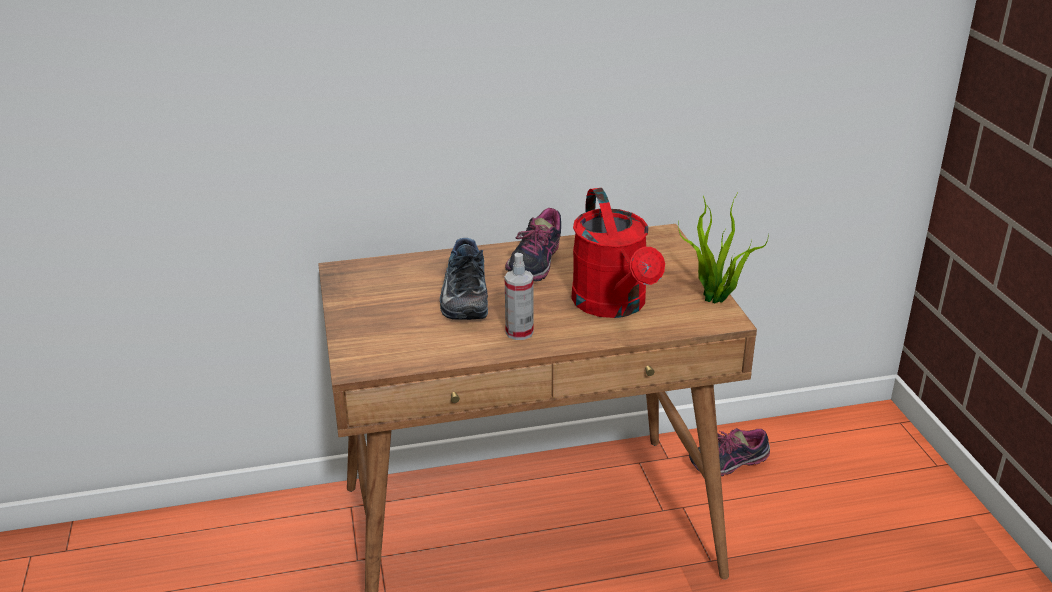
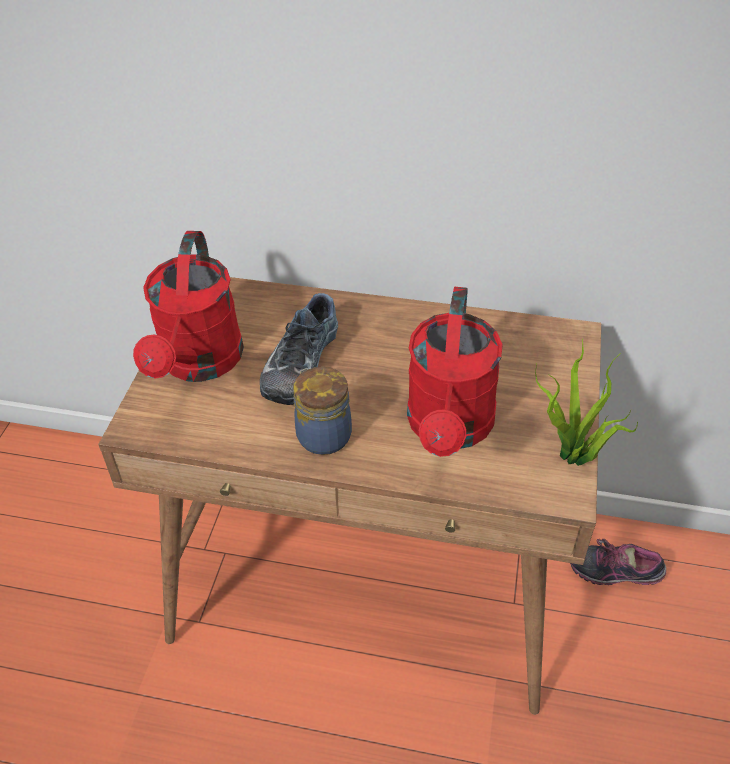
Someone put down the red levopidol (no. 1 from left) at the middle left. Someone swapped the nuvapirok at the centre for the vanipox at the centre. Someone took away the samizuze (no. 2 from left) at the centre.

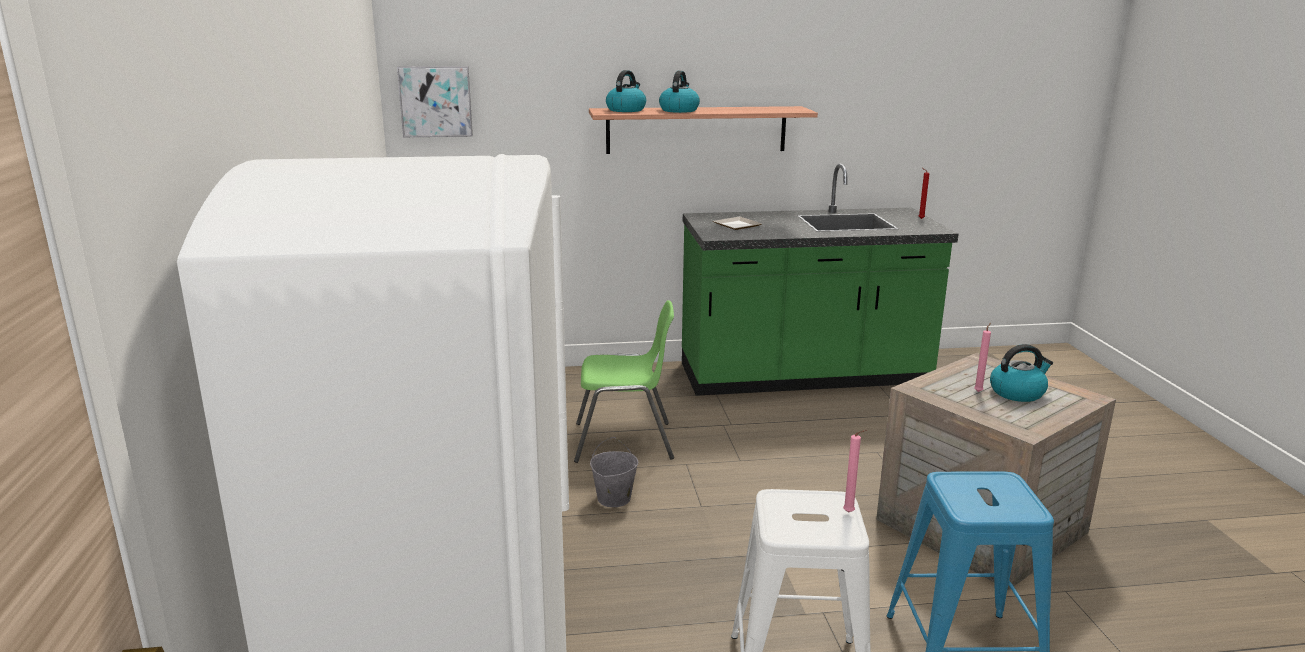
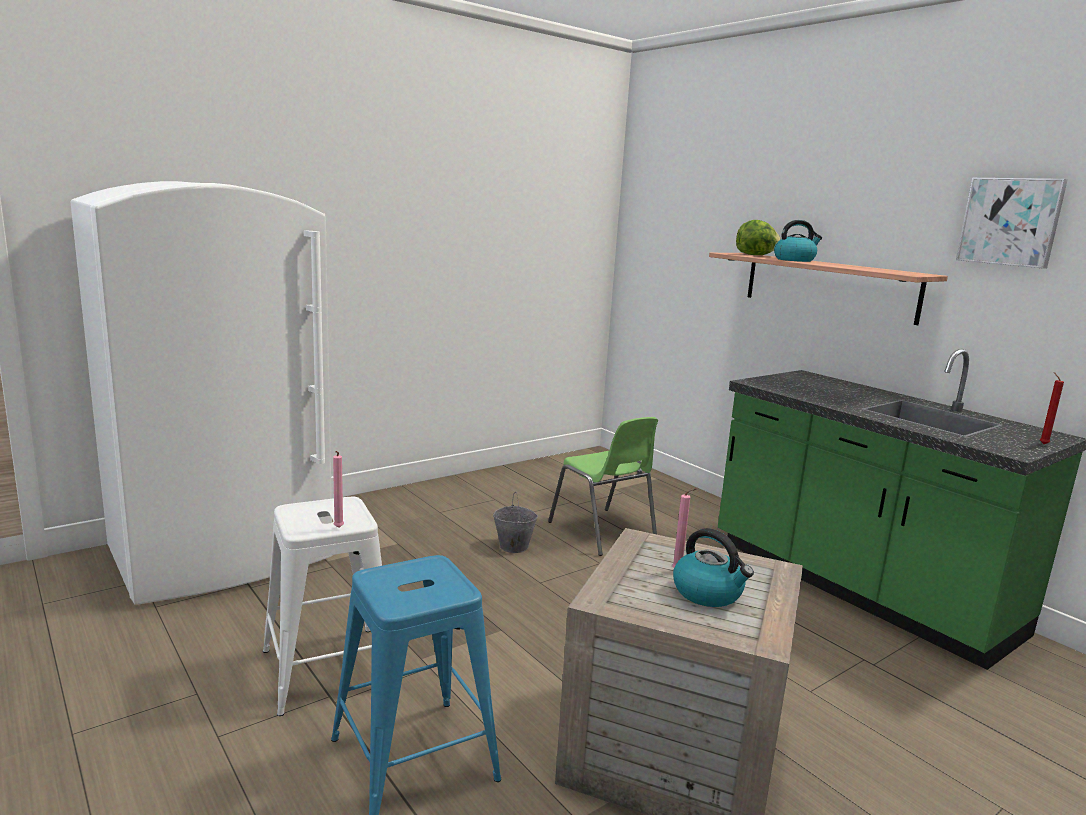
Someone swapped the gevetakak (no. 1 from left) at the top centre for the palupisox at the top right. Someone carried the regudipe from the top centre to the top right. Someone took away the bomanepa at the centre.

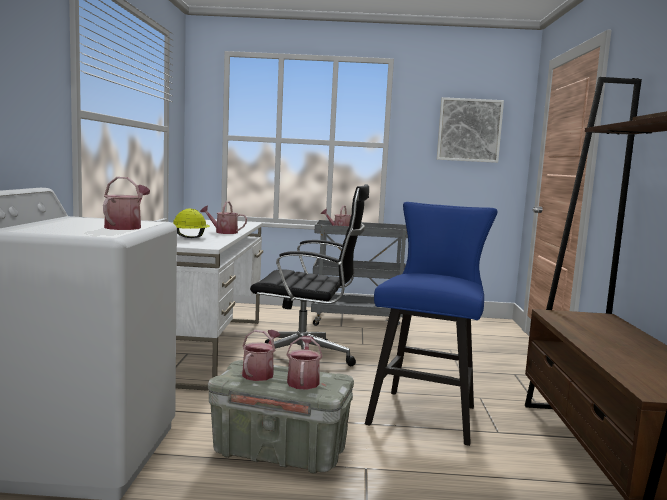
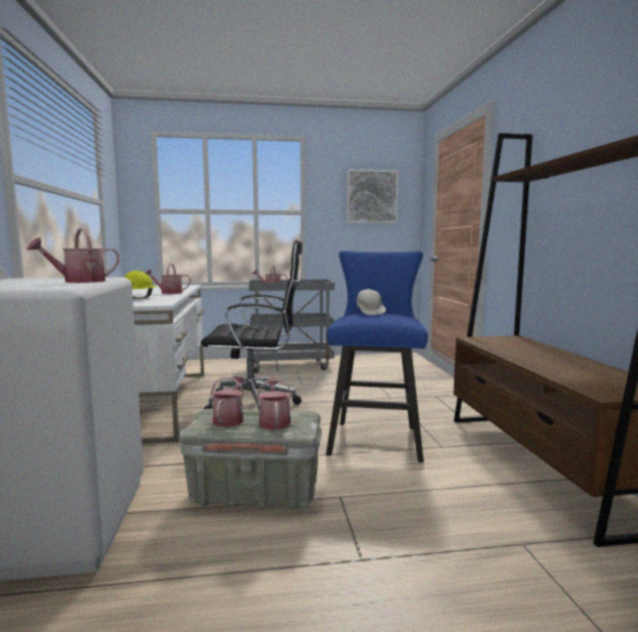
Someone rotated the levopidol (no. 1 from left) at the middle left by 135 degrees counterclockwise. Someone put down the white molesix at the centre.

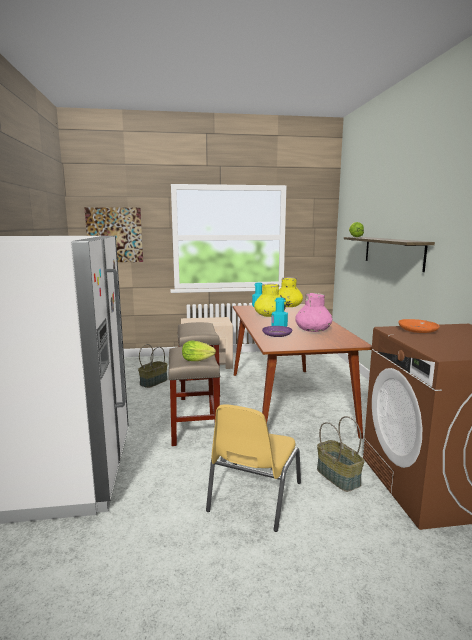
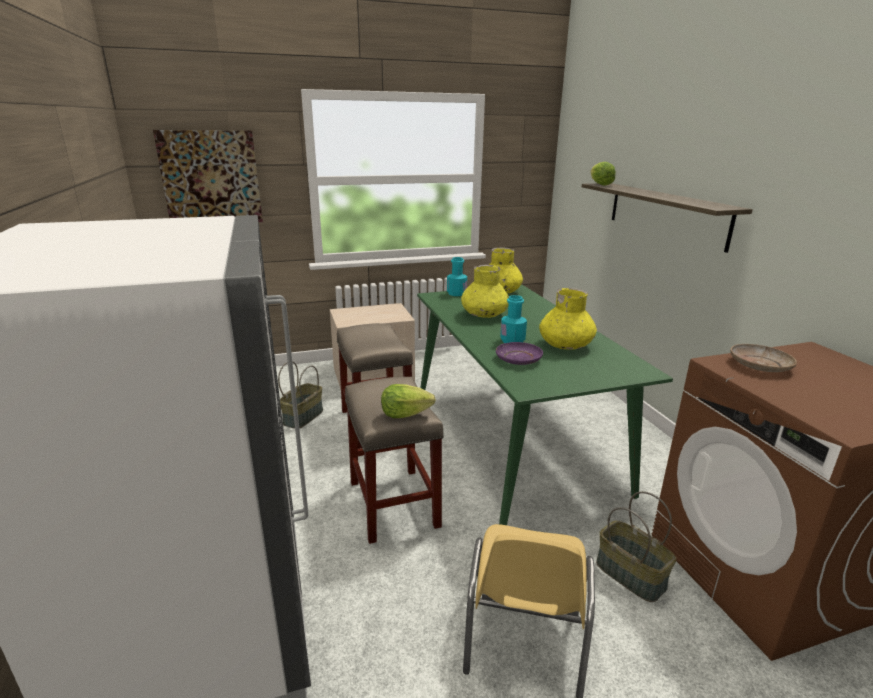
Someone repainted the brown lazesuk at the centre, which became the green lazesuk at the centre. Someone repainted the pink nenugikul at the centre, which became the yellow nenugikul (no. 3 from left) at the centre. Someone repainted the orange bomanepa at the middle right, which became the beige bomanepa at the middle right.

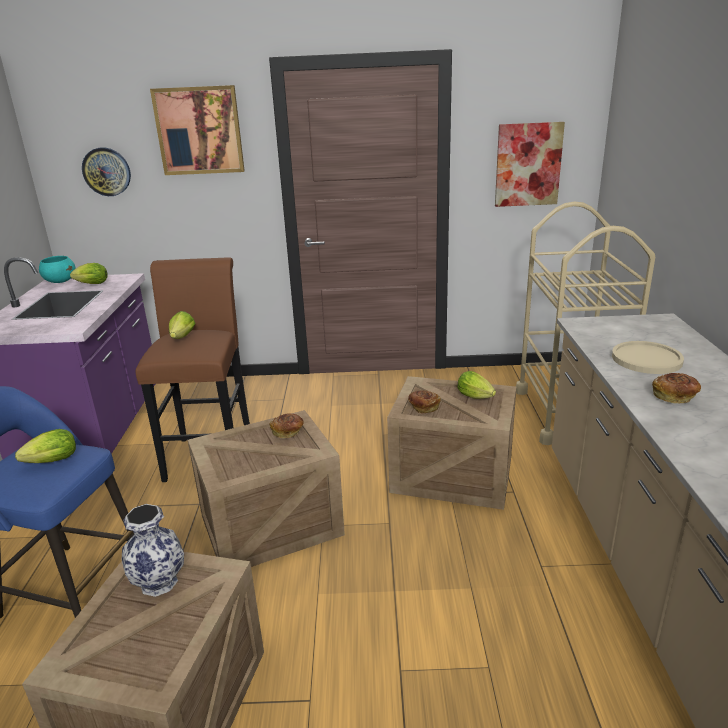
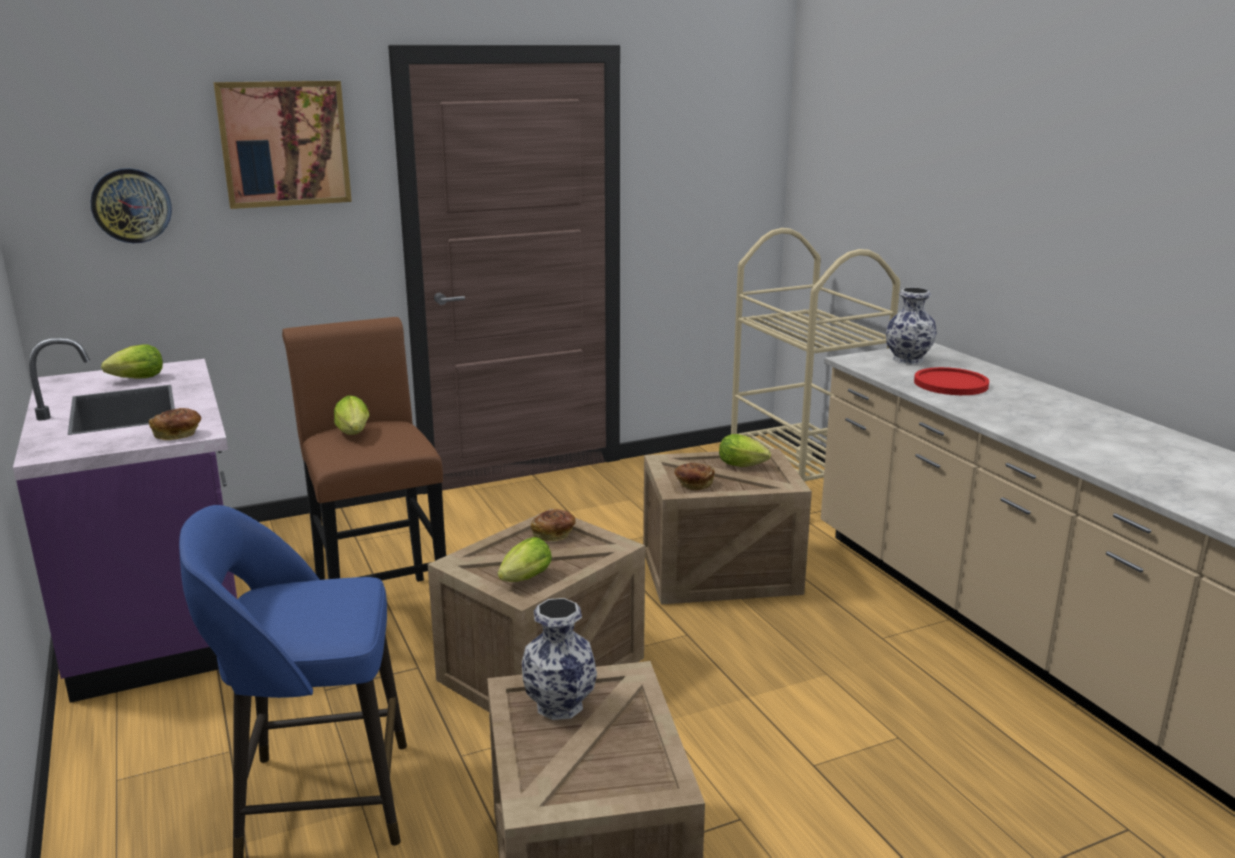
Someone carried the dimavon (no. 3 from left in the first image) from the middle right to the middle left. Someone carried the palupisox (no. 1 from left in the first image) from the middle left to the centre. Someone put down the nenugikul (no. 2 from left) at the middle right. Someone repainted the beige bomanepa at the middle right, which became the red bomanepa at the middle right. Someone took away the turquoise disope at the middle left. Someone took away the regudipe (no. 2 from left) at the top right.

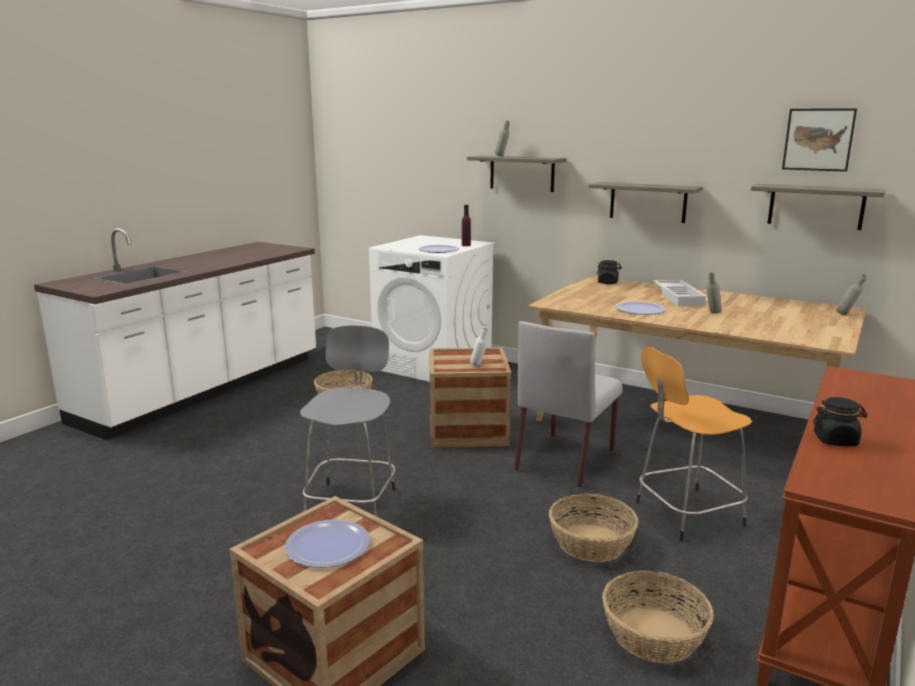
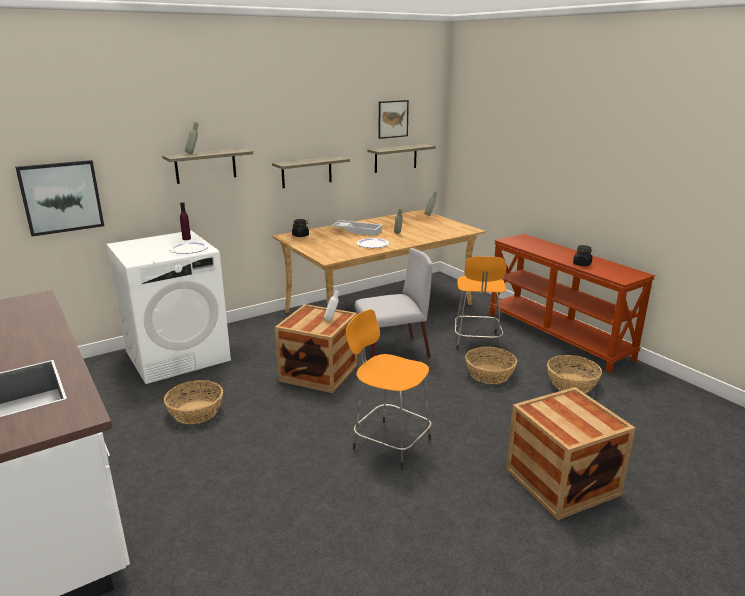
Someone put up the regudipe (no. 1 from left) at the top left. Someone repainted the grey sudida at the centre, which became the orange sudida (no. 1 from left) at the centre. Someone rotated the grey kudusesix at the centre by 75 degrees counterclockwise. Someone took away the bomanepa (no. 1 from left) at the bottom centre.

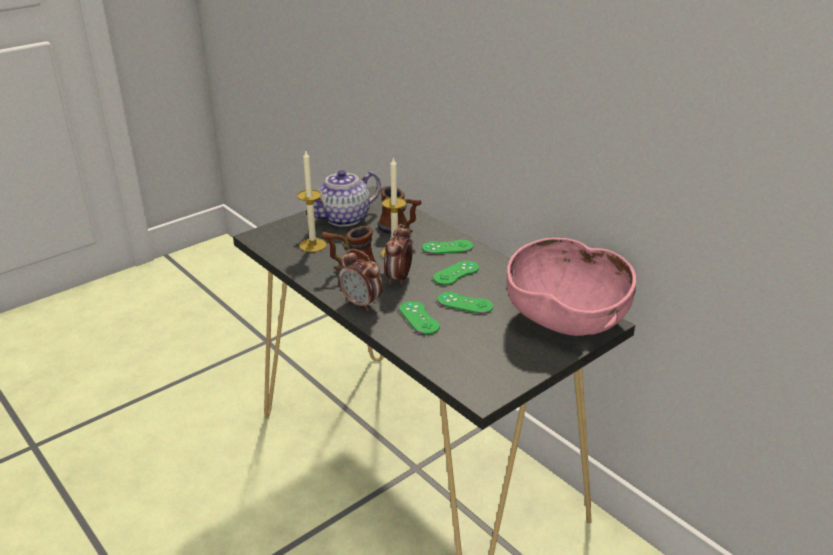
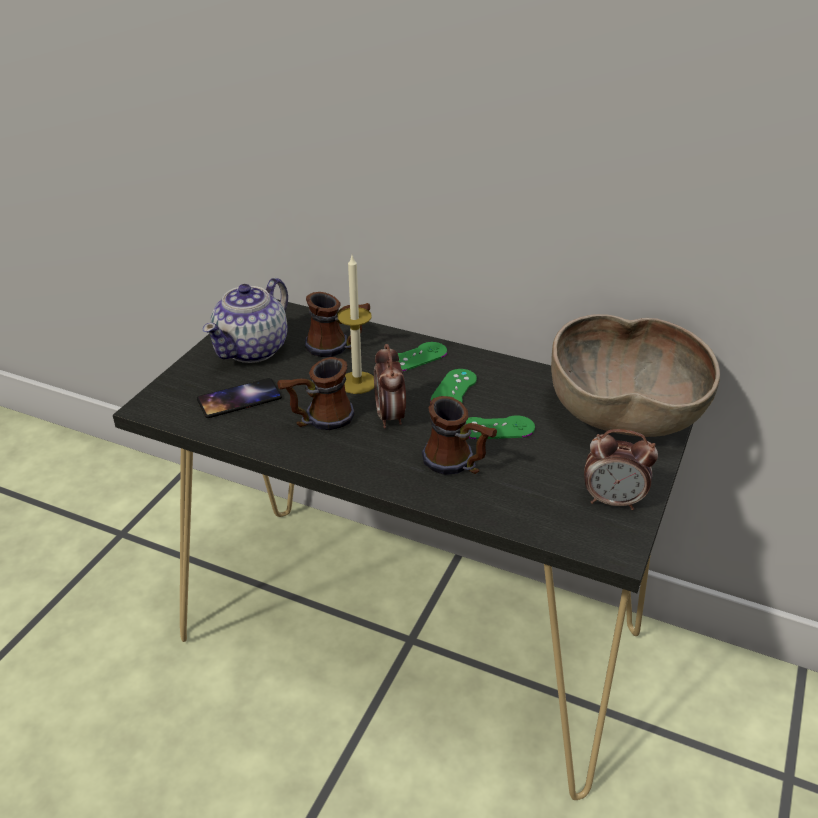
Someone swapped the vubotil (no. 1 from left) at the centre for the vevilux at the middle left. Someone swapped the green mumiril (no. 1 from left) at the centre for the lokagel (no. 3 from left) at the centre. Someone repainted the pink disope at the middle right, which became the brown disope at the middle right. Someone carried the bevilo (no. 1 from left in the first image) from the centre to the middle right.

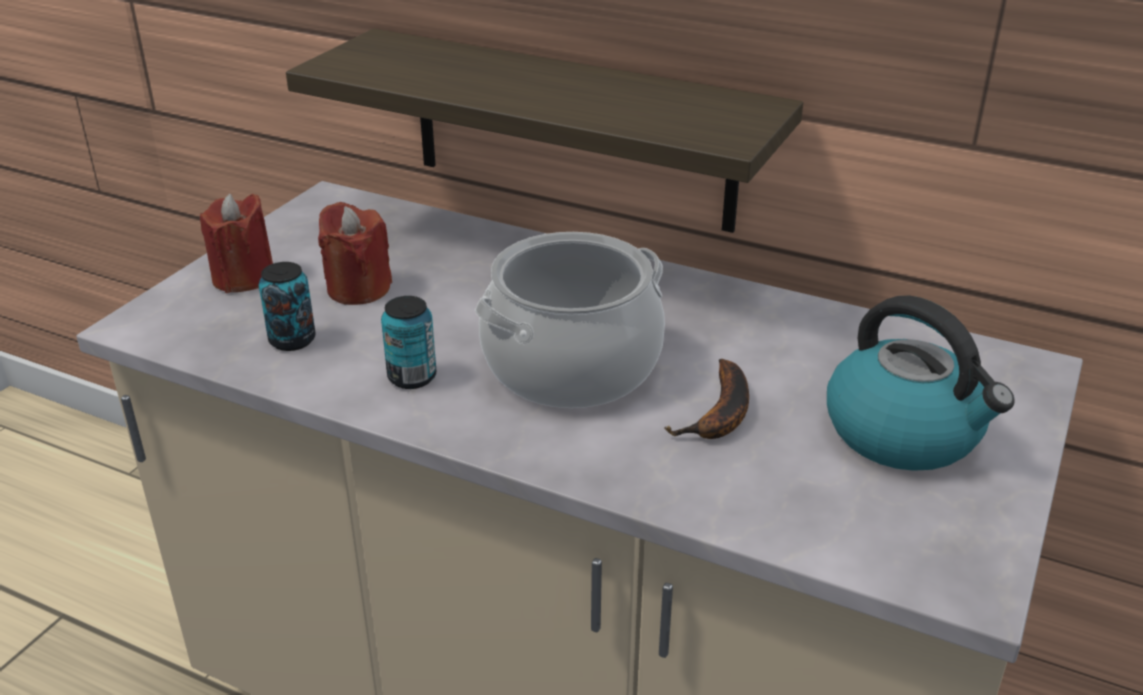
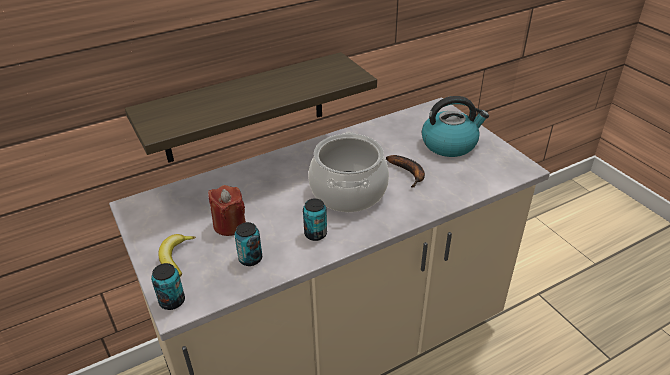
Someone put down the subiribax (no. 1 from left) at the bottom left. Someone swapped the red vubotil (no. 1 from left) at the middle left for the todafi (no. 1 from left) at the bottom left.

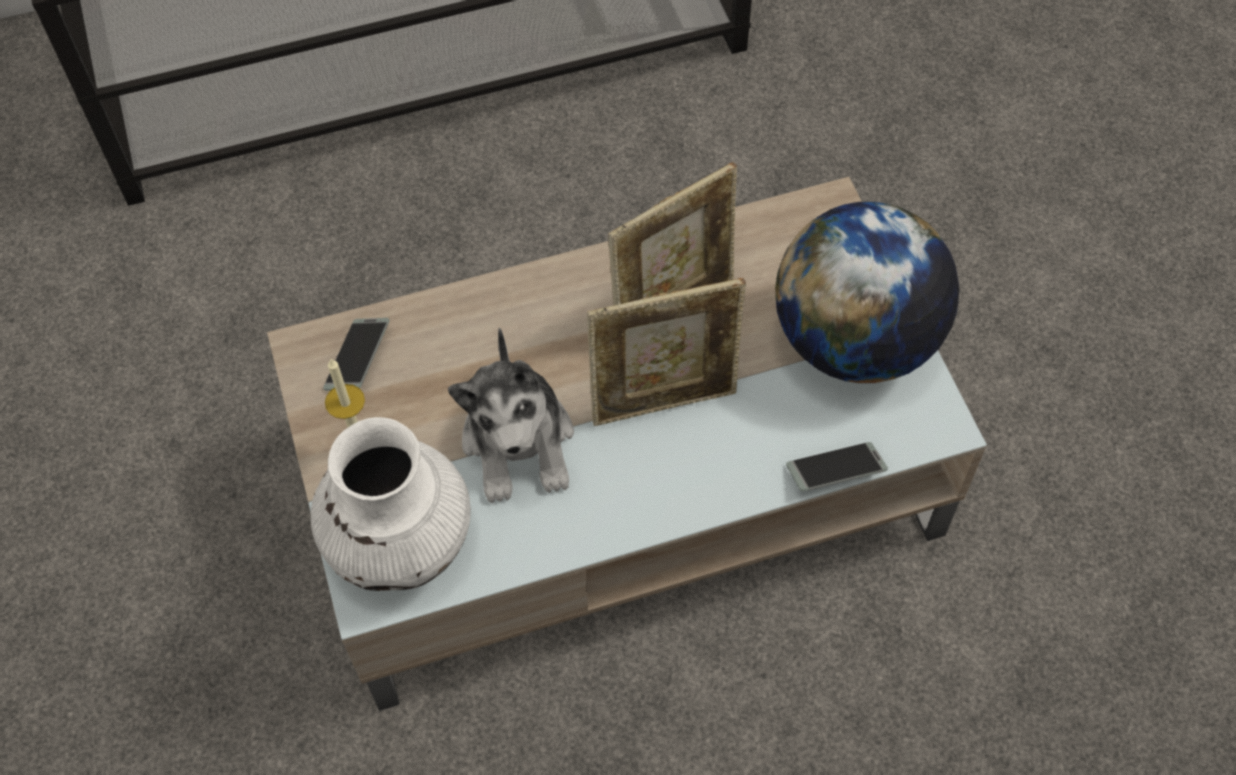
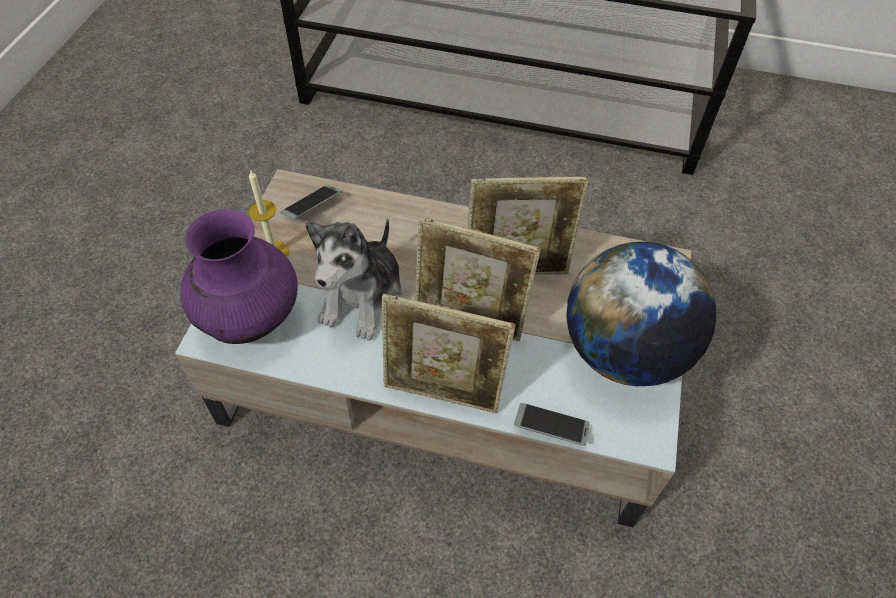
Someone repainted the white nenugikul at the middle left, which became the purple nenugikul at the middle left. Someone put down the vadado (no. 1 from left) at the centre.

